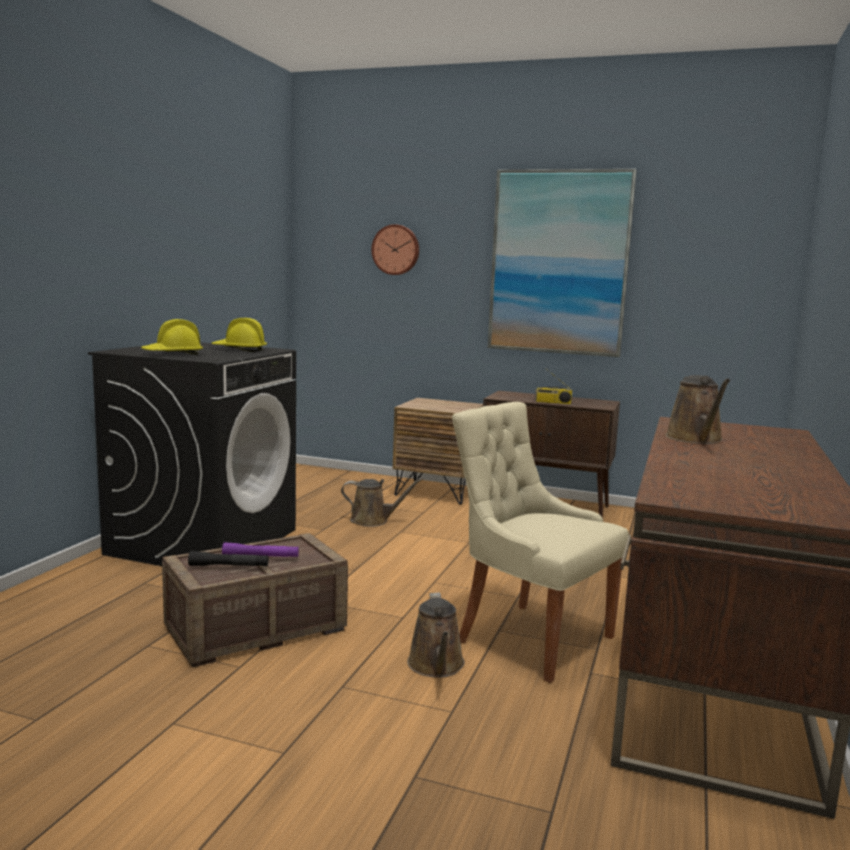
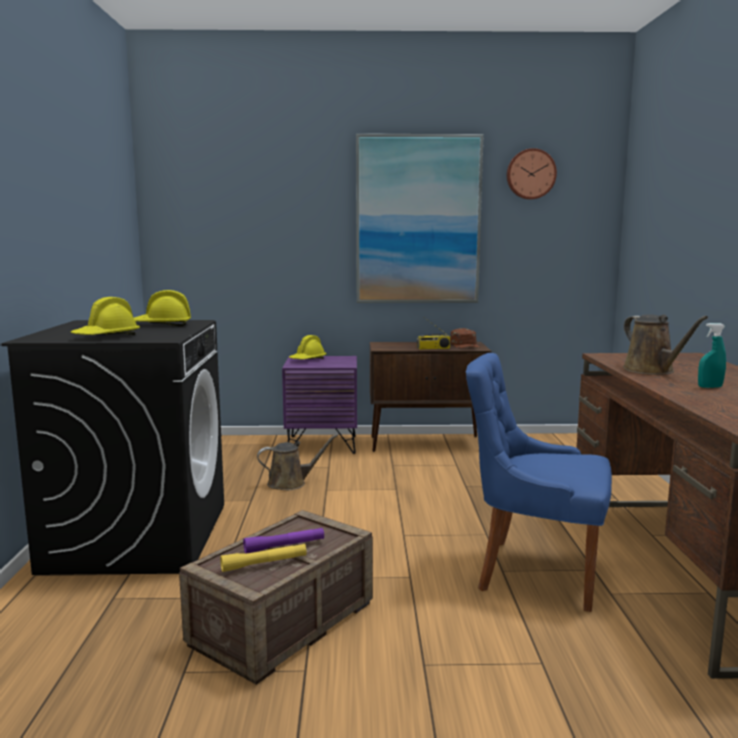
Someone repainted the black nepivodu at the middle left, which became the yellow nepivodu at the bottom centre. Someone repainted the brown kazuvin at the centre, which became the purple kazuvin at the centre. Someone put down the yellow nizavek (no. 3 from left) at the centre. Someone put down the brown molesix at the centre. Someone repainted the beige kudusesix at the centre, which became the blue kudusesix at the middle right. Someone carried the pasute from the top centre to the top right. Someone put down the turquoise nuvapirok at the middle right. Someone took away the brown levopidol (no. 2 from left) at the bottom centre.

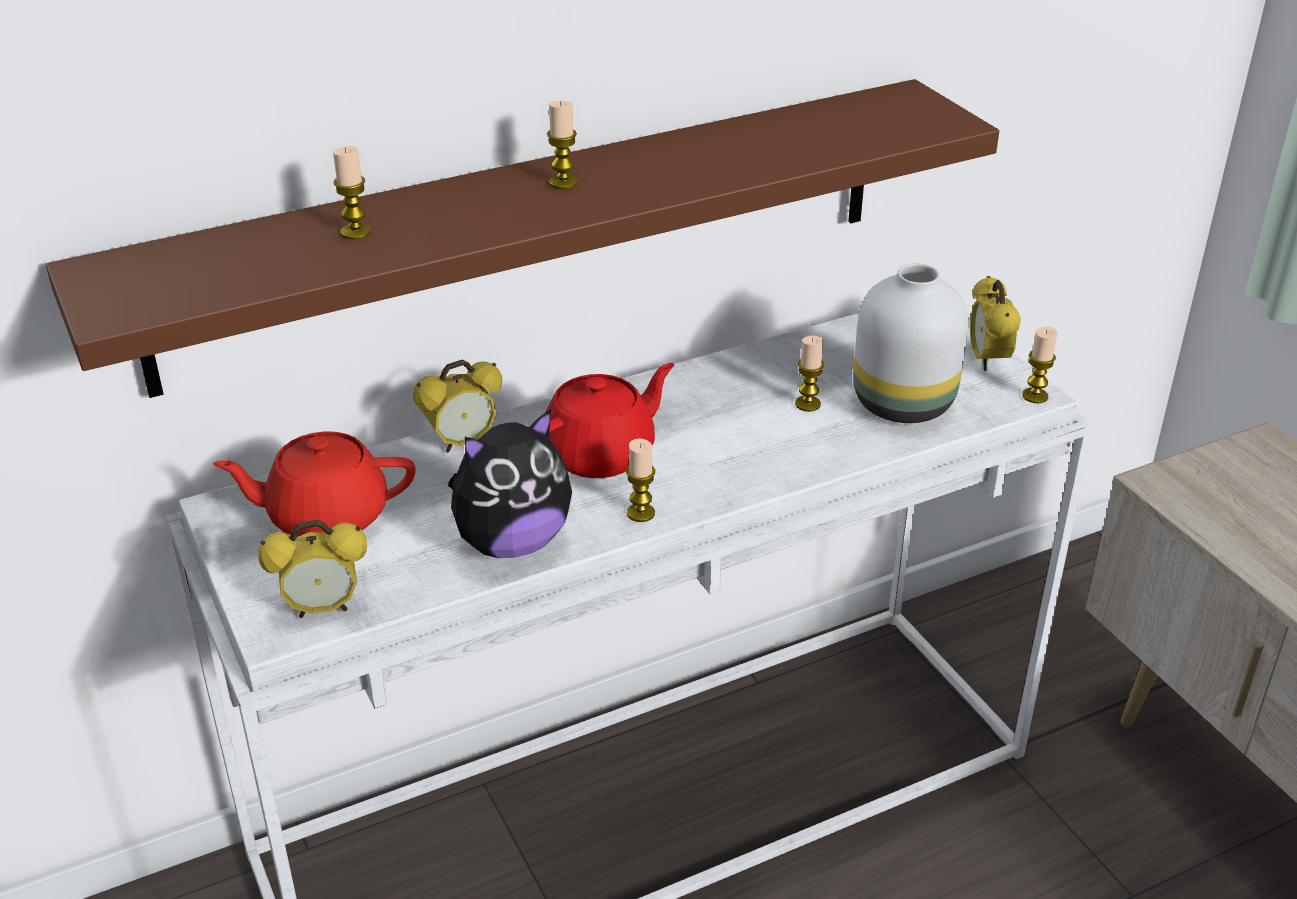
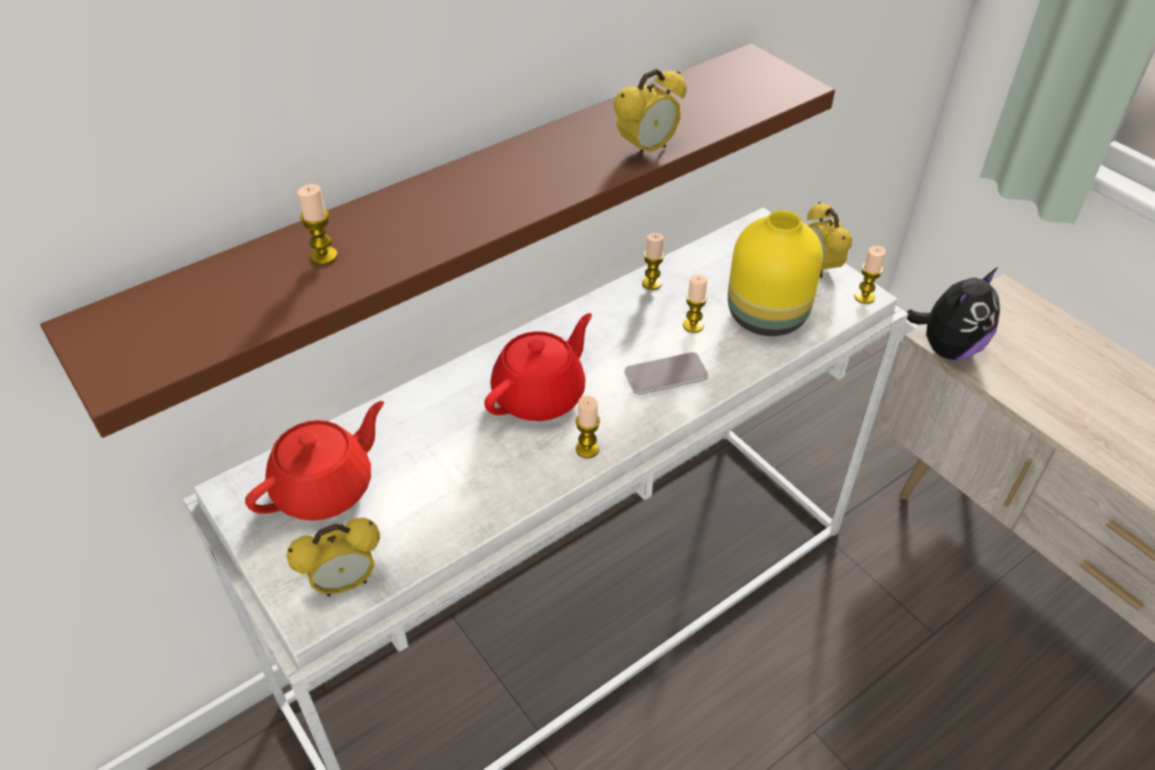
Someone rotated the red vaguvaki (no. 1 from left) at the middle left by 150 degrees clockwise. Someone carried the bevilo (no. 2 from left) from the centre to the top centre. Someone put down the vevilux at the centre. Someone carried the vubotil (no. 2 from left in the first image) from the top centre to the centre. Someone repainted the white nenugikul at the middle right, which became the yellow nenugikul at the middle right. Someone carried the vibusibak from the centre to the middle right.

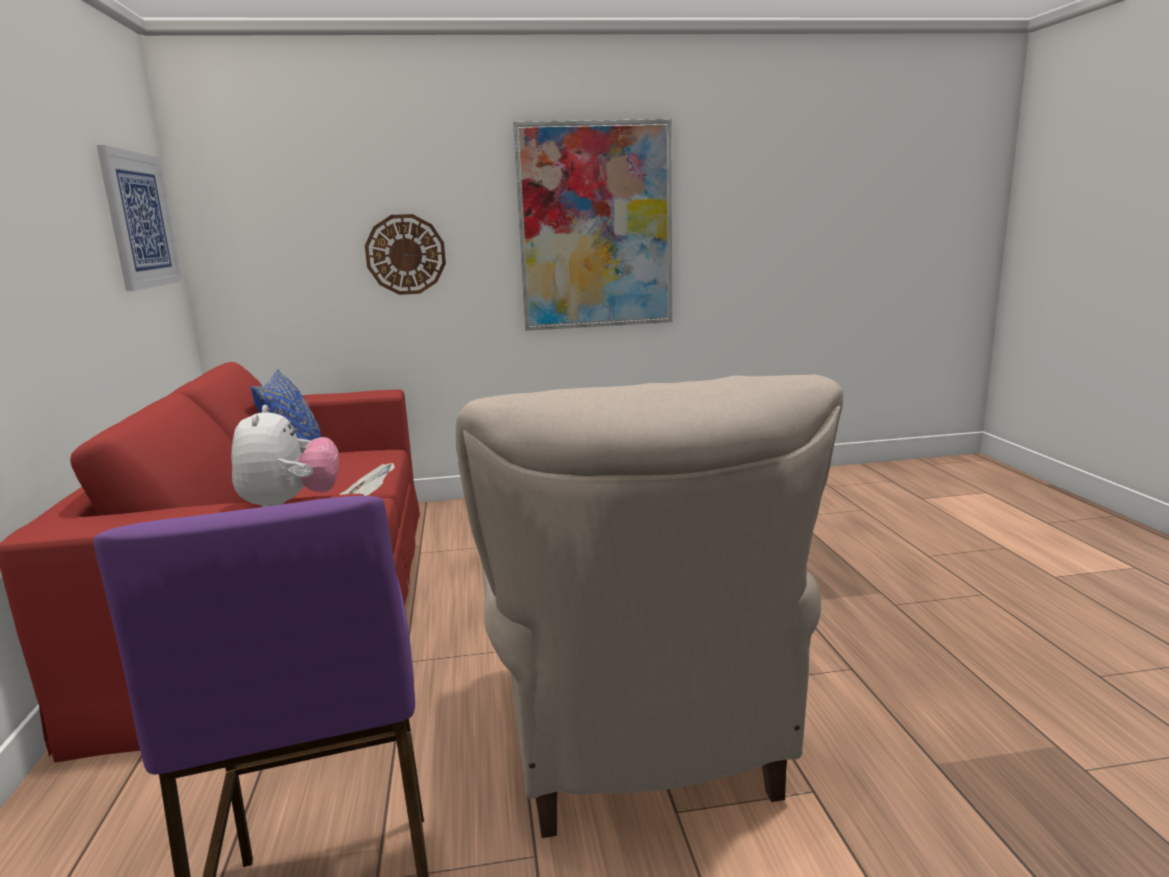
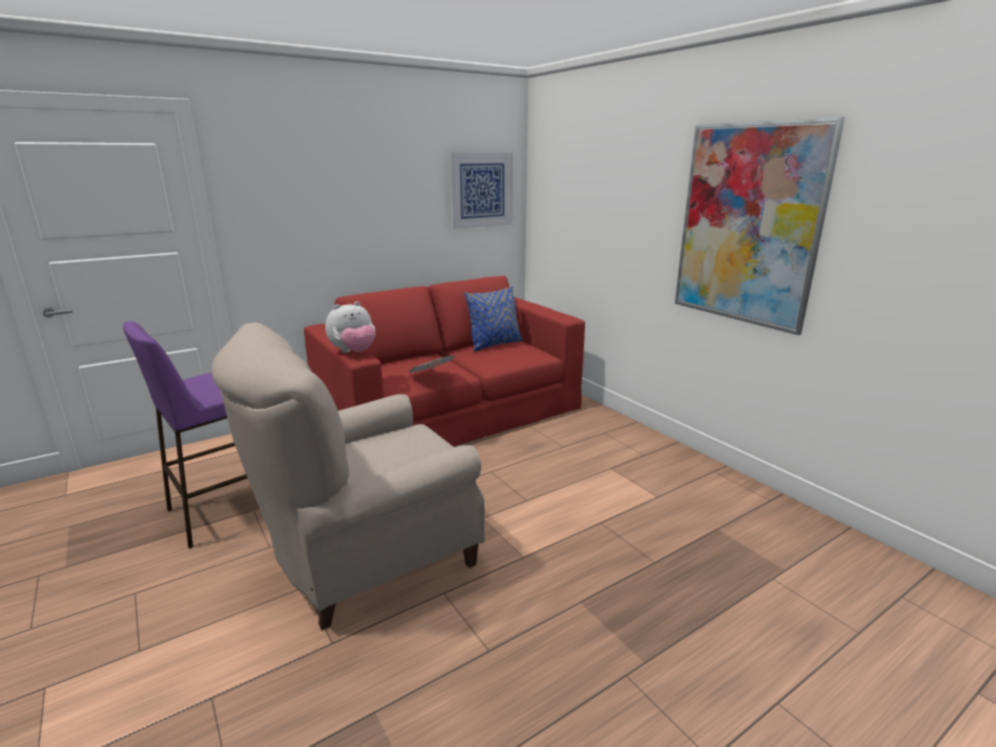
Someone took away the pasute at the top centre.

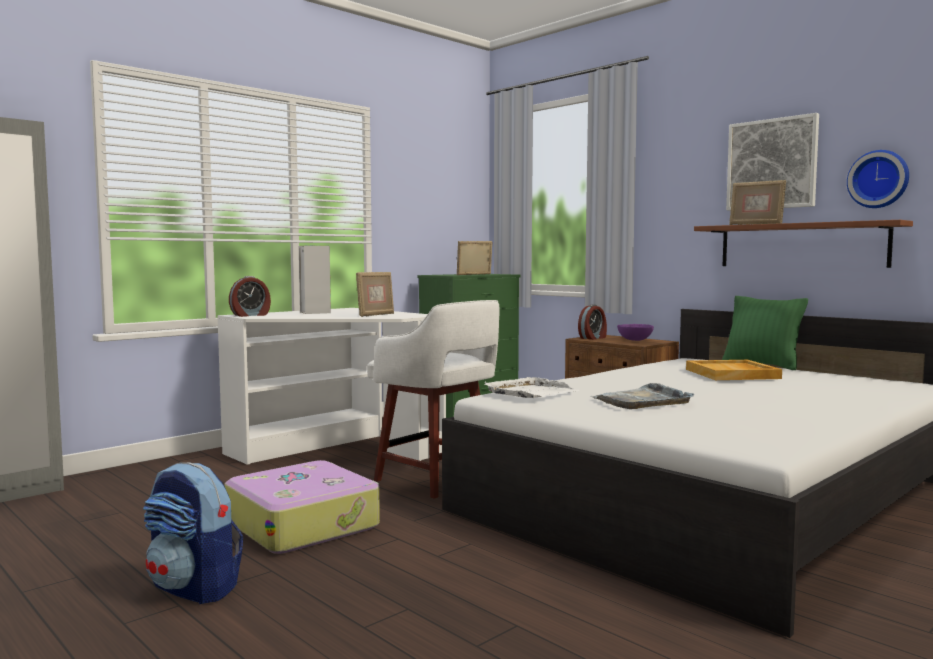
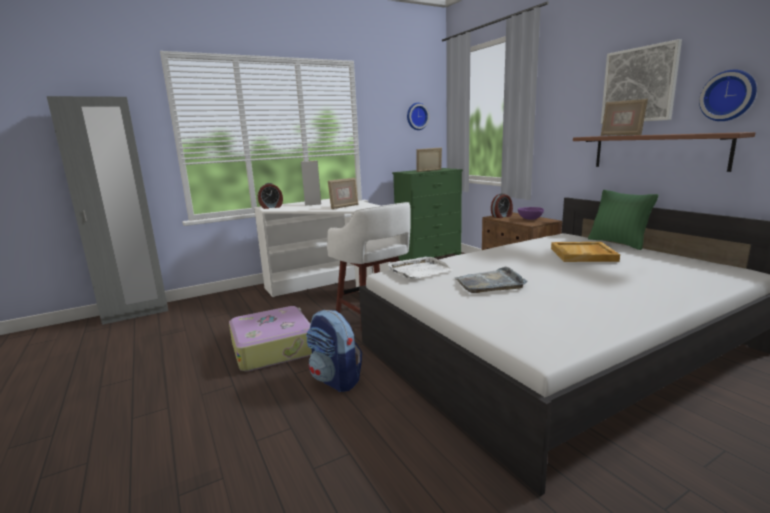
Someone carried the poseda from the bottom left to the bottom centre. Someone put up the pasute (no. 1 from left) at the top centre.

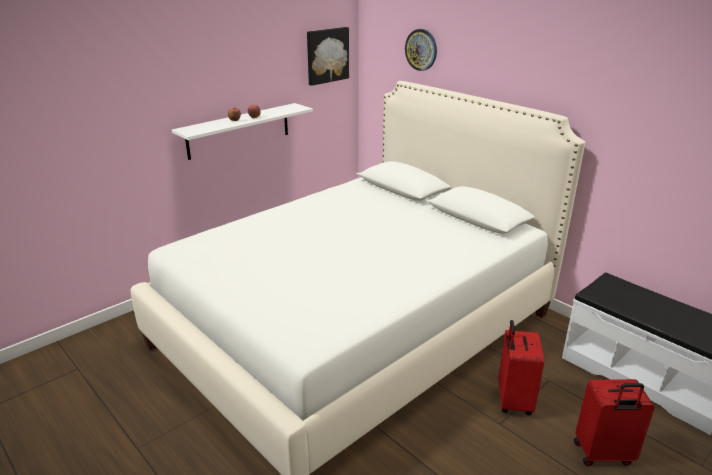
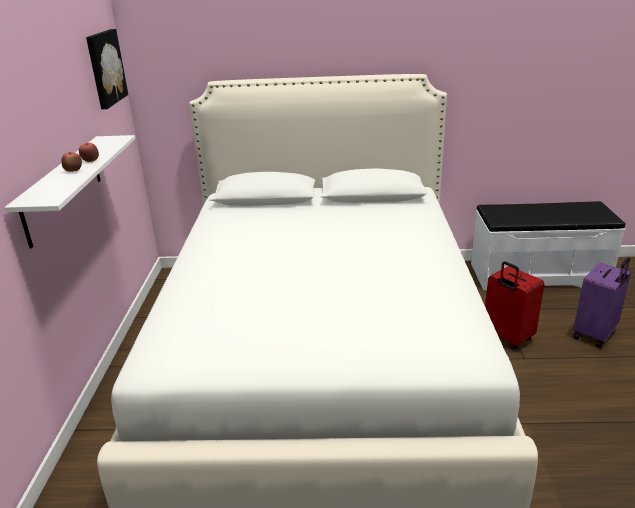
Someone repainted the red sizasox (no. 2 from left) at the bottom right, which became the purple sizasox at the middle right. Someone took away the pasute at the top centre.

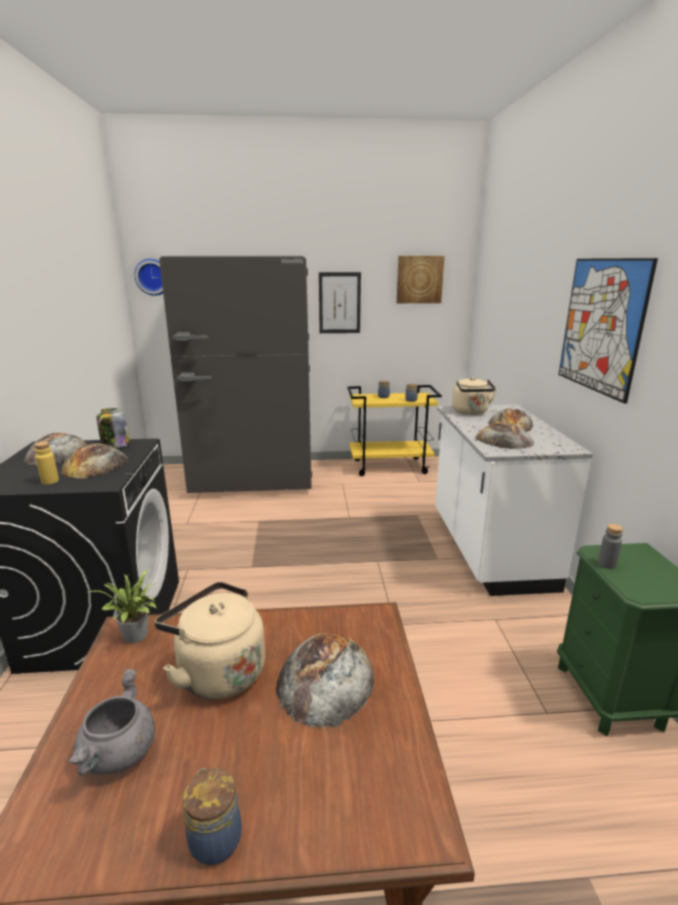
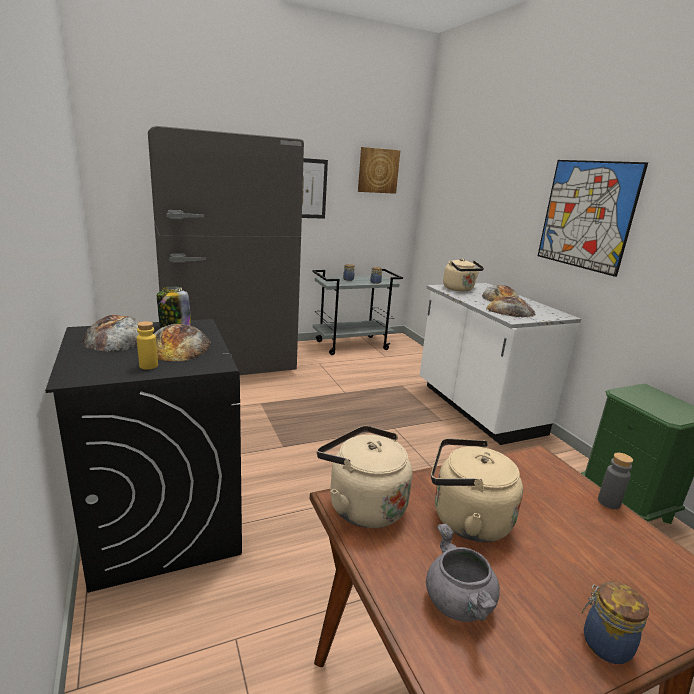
Someone repainted the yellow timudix at the centre, which became the grey timudix at the centre. Someone swapped the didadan at the bottom left for the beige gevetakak (no. 1 from left) at the bottom centre. Someone carried the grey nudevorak from the middle right to the bottom right. Someone took away the pasute at the top left. Someone took away the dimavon (no. 3 from left) at the bottom centre.

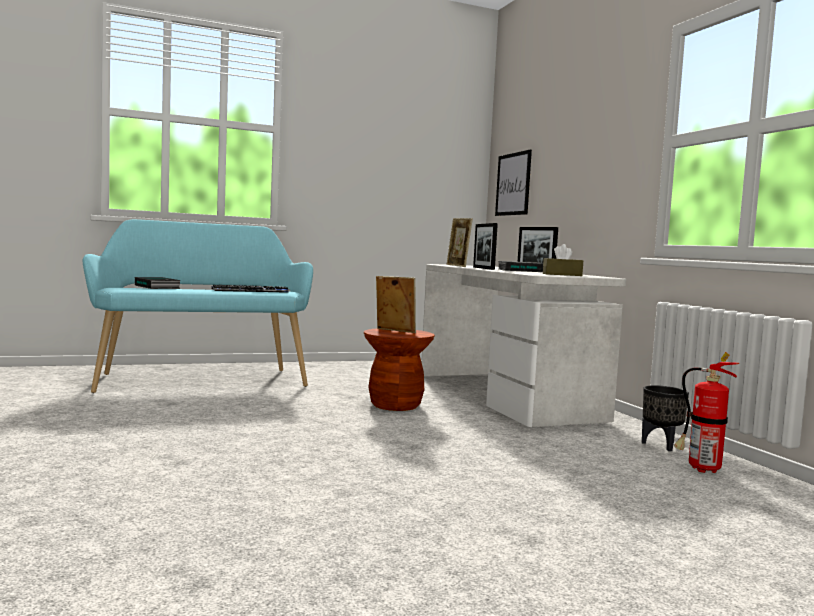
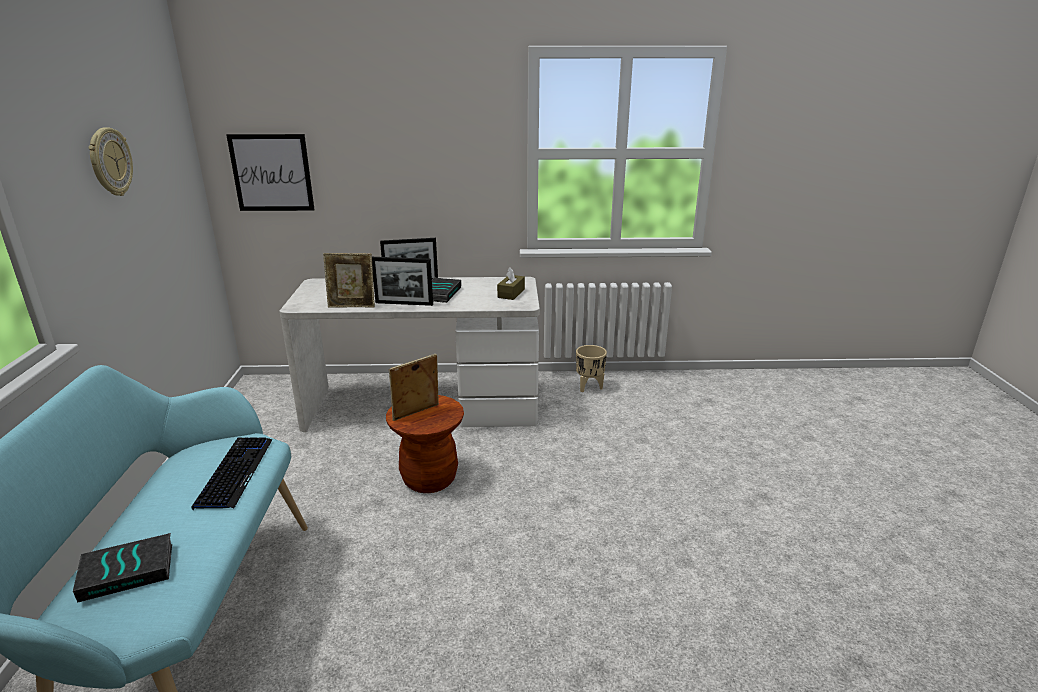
Someone put up the pasute at the top left. Someone repainted the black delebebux at the bottom right, which became the beige delebebux at the centre. Someone took away the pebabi at the bottom right.

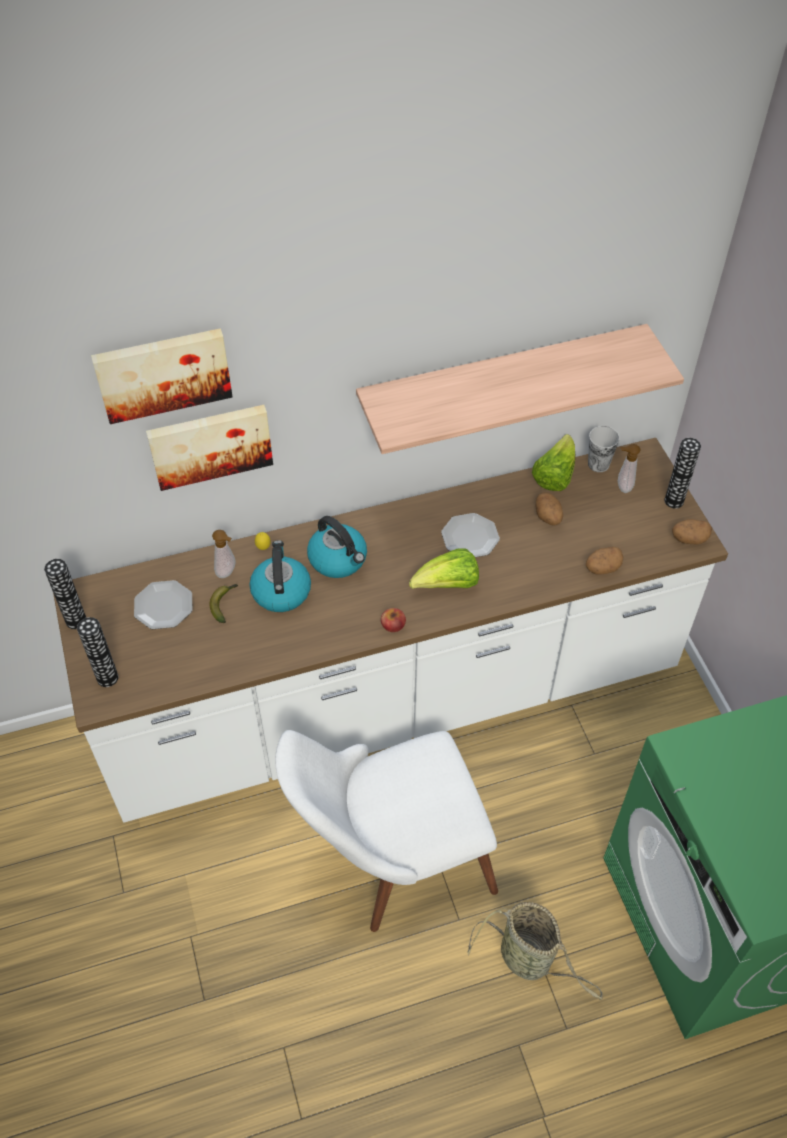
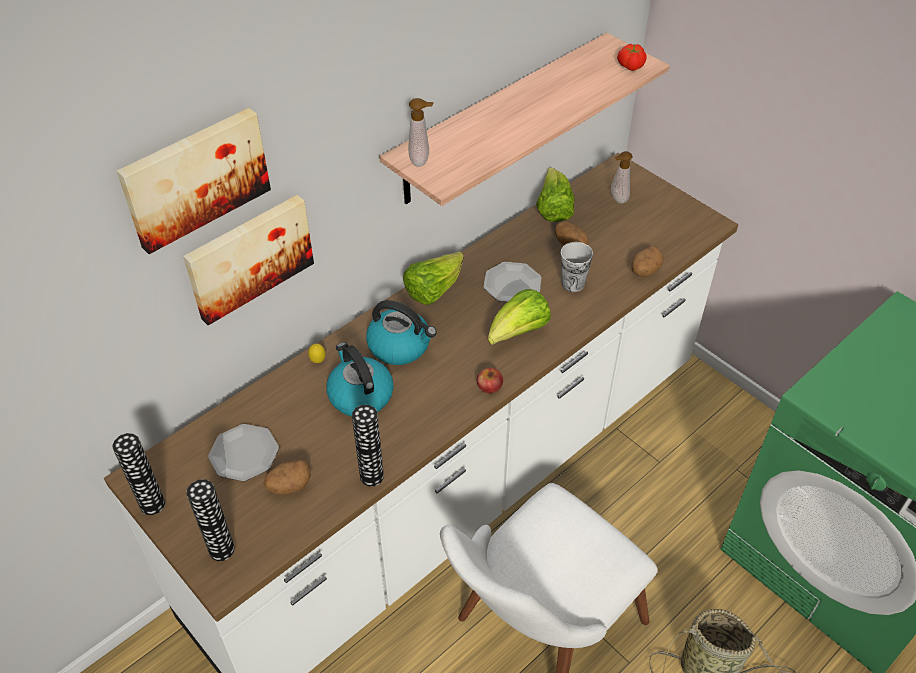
Someone carried the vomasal (no. 3 from left in the first image) from the middle right to the bottom left. Someone carried the nenugikul (no. 3 from left) from the middle right to the centre. Someone put down the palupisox (no. 1 from left) at the centre. Someone carried the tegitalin (no. 1 from left) from the middle left to the top centre. Someone carried the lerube from the middle right to the centre. Someone put down the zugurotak at the top right. Someone took away the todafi at the middle left.

